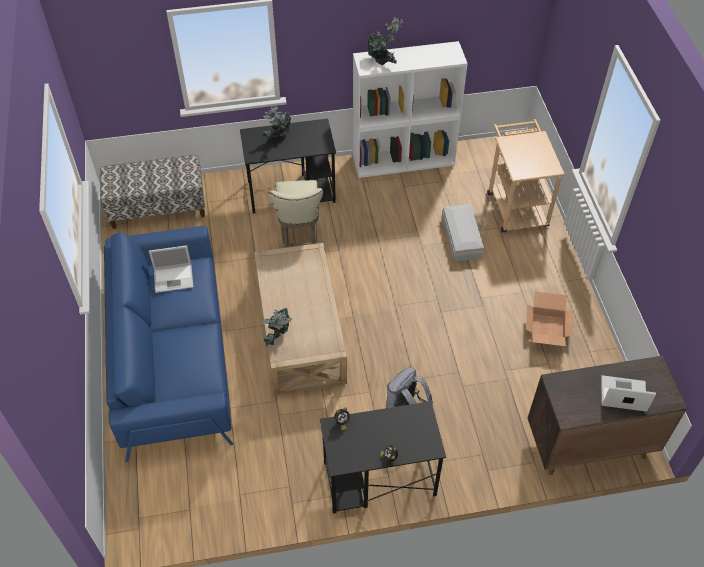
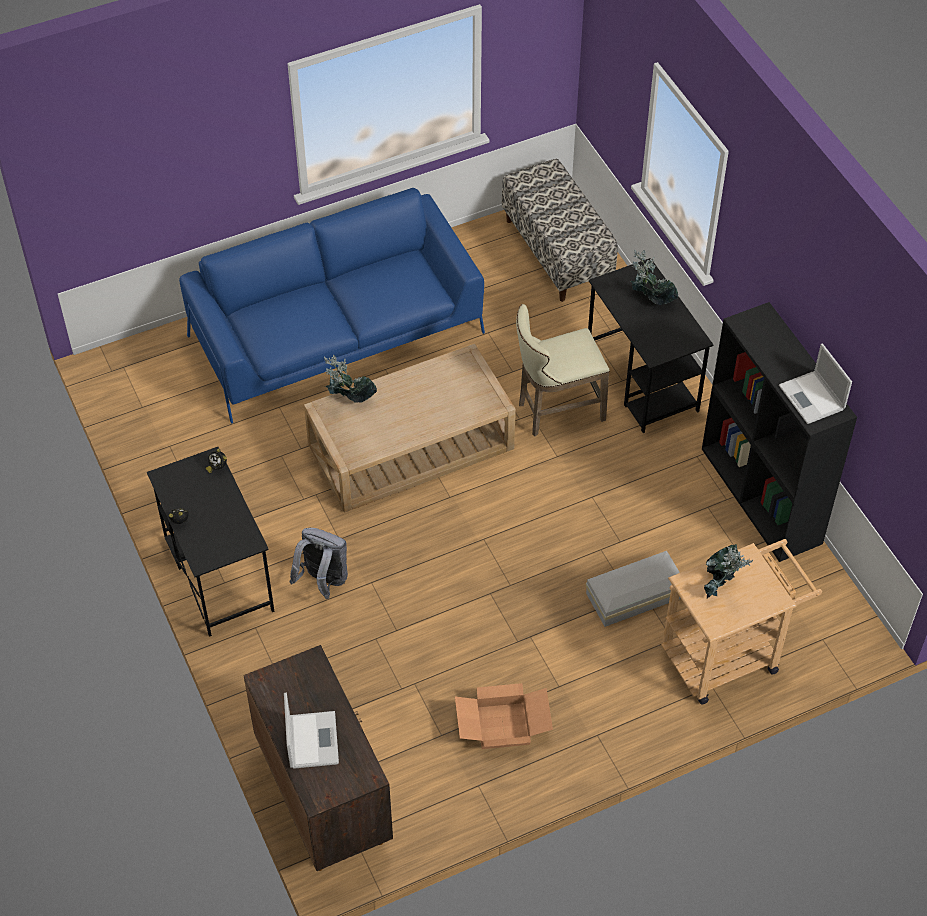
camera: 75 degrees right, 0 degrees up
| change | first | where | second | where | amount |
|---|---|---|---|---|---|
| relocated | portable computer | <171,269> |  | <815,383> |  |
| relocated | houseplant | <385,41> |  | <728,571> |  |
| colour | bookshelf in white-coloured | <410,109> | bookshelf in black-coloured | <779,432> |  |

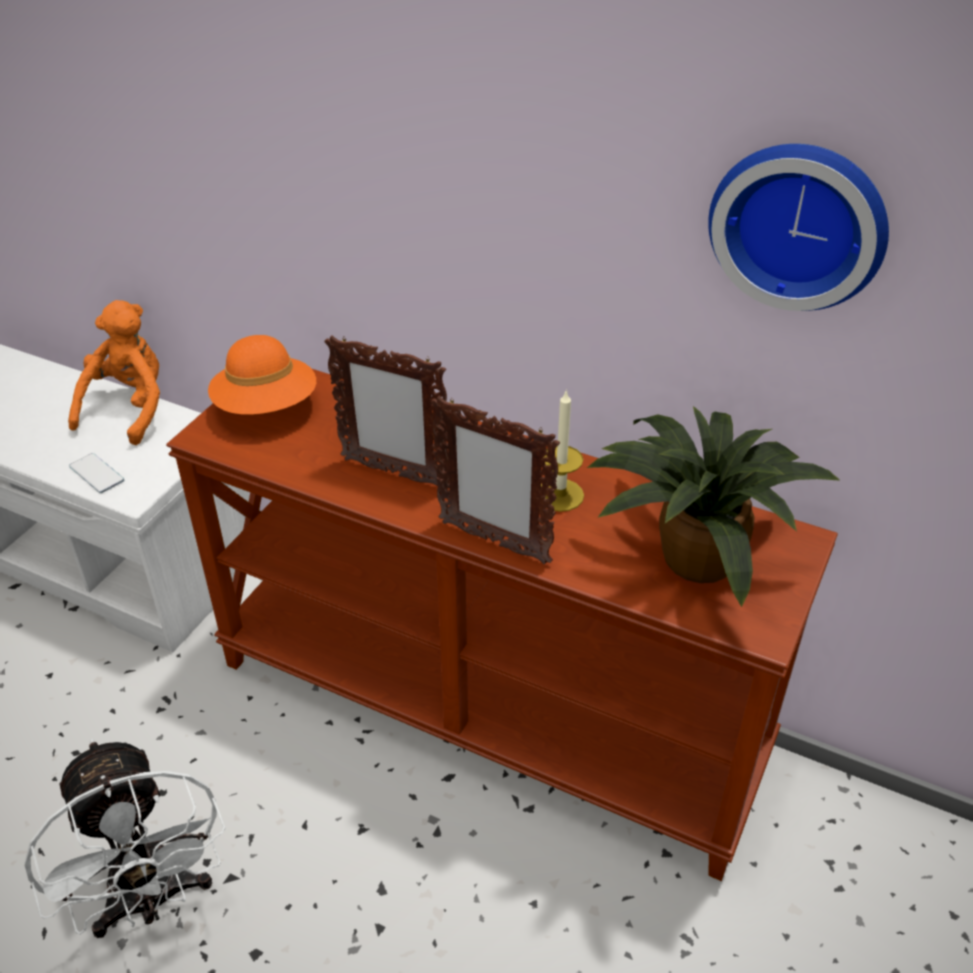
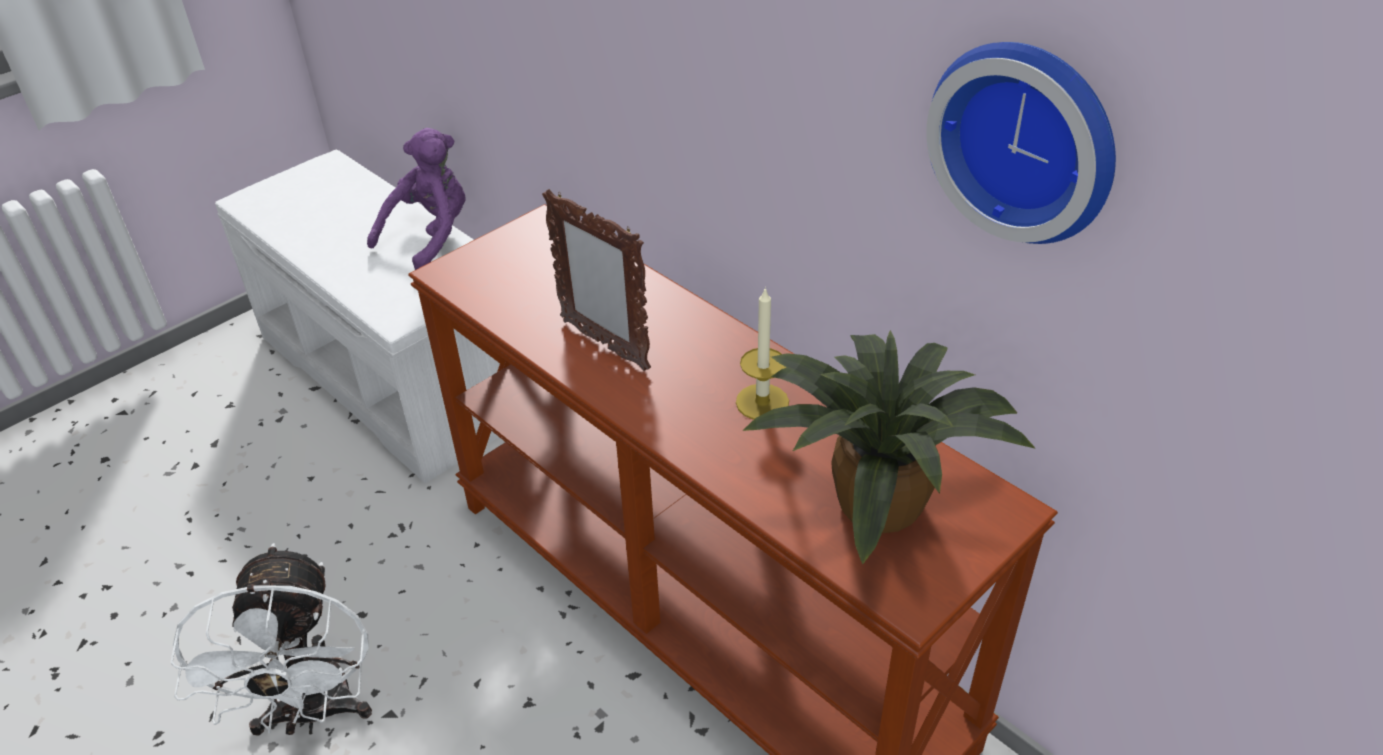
camera: 20 degrees right, 0 degrees up
| change | first | where | second | where | amount |
|---|---|---|---|---|---|
| missing | phone | <96,473> |  |  |  |
| missing | clothing hat in orange | <262,375> |  |  |  |
| missing | photo frame | <495,480> |  |  |  |
| colour | soft toy in orange | <114,372> | soft toy in purplish | <416,199> |  |

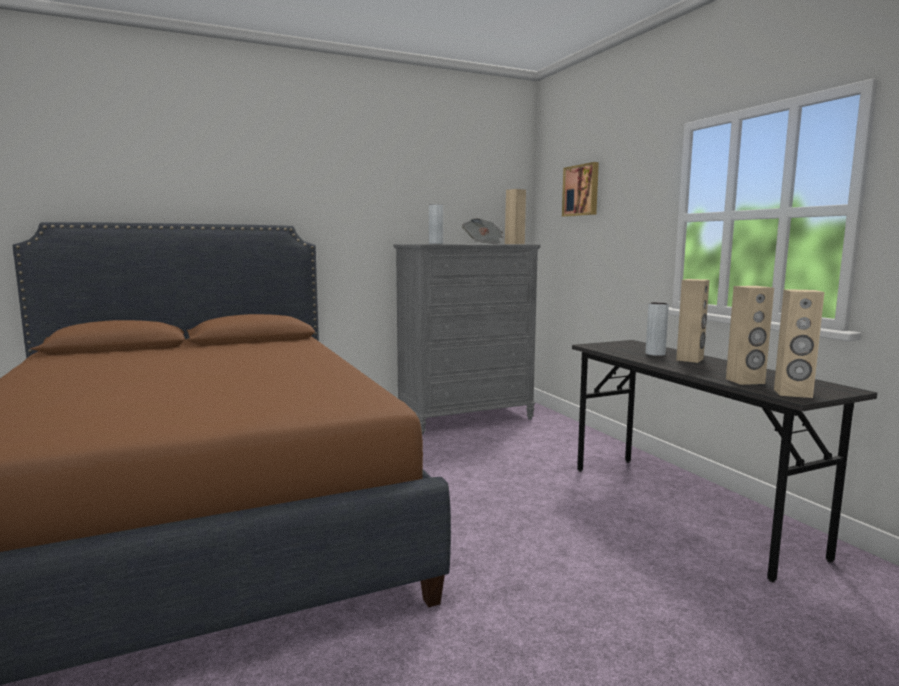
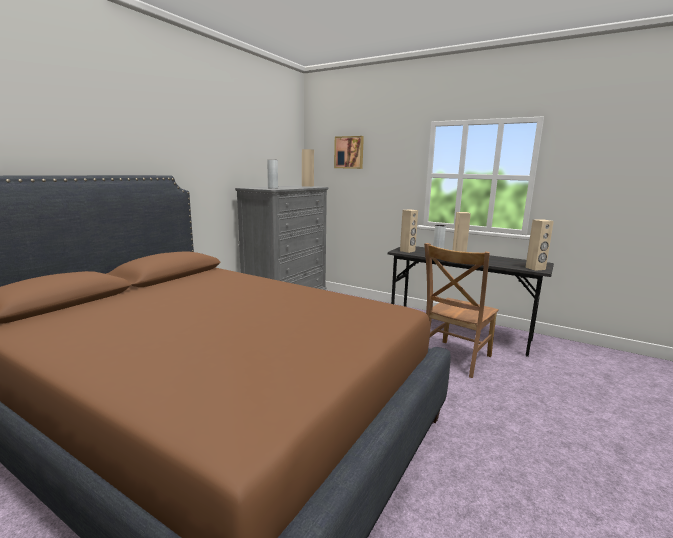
camera: 35 degrees left, 5 degrees up
| change | first | where | second | where | amount |
|---|---|---|---|---|---|
| missing | newspaper | <482,231> |  |  |  |
| appeared |  |  | chair in brownish | <461,310> |  |
| relocated | audio speaker in sand-coloured | <750,335> |  | <409,231> |  |

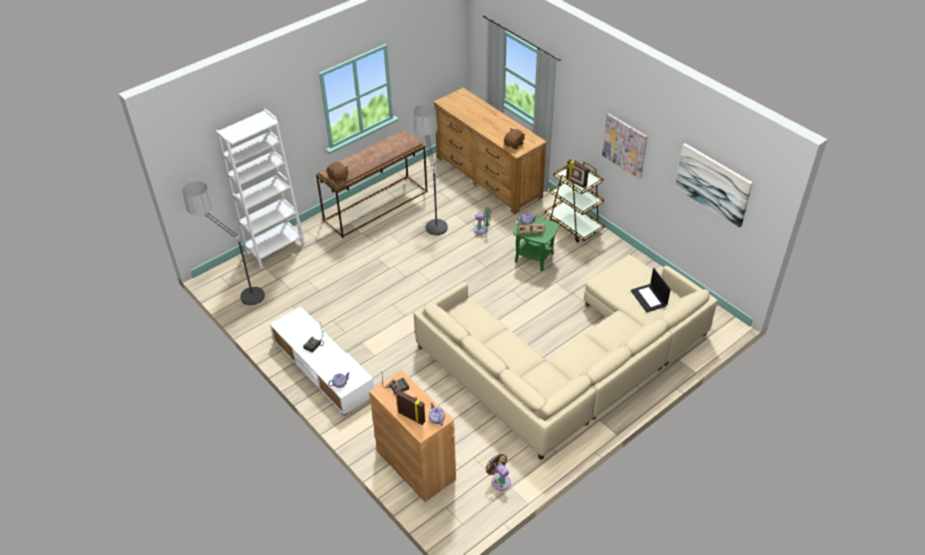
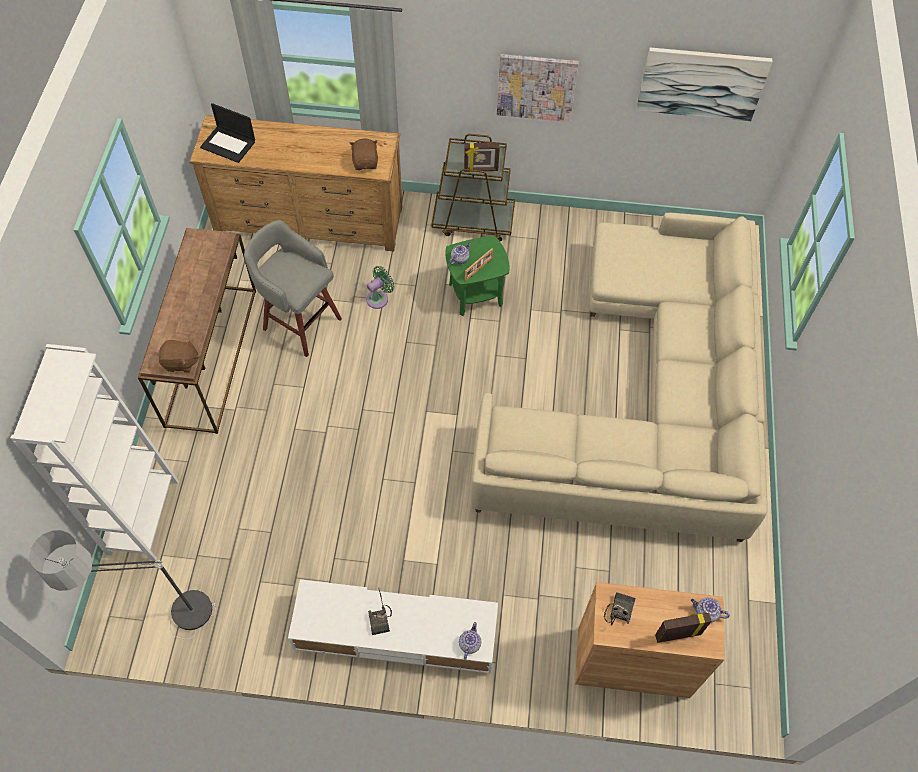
camera: 45 degrees left, 15 degrees up
| change | first | where | second | where | amount |
|---|---|---|---|---|---|
| missing | fan in brownish | <498,472> |  |  |  |
| relocated | portable computer | <651,290> |  | <227,133> |  |
| exchanged | floor lamp | <430,171> | stool in greyish | <293,288> |  |

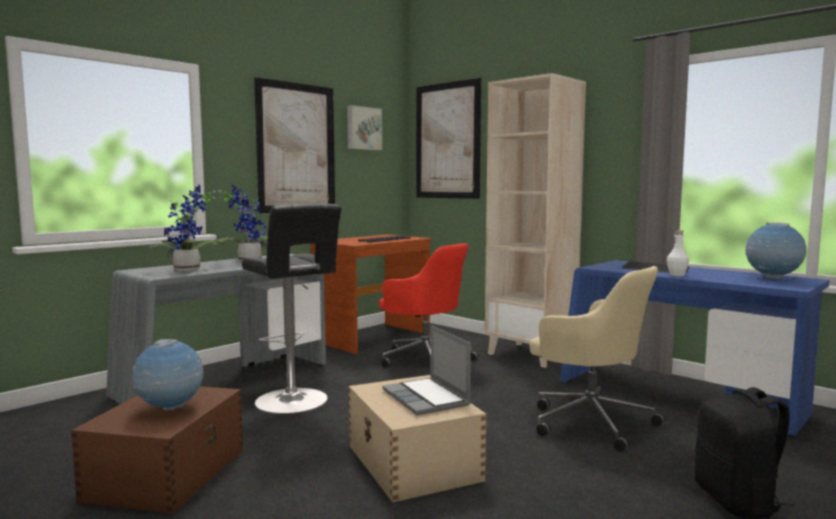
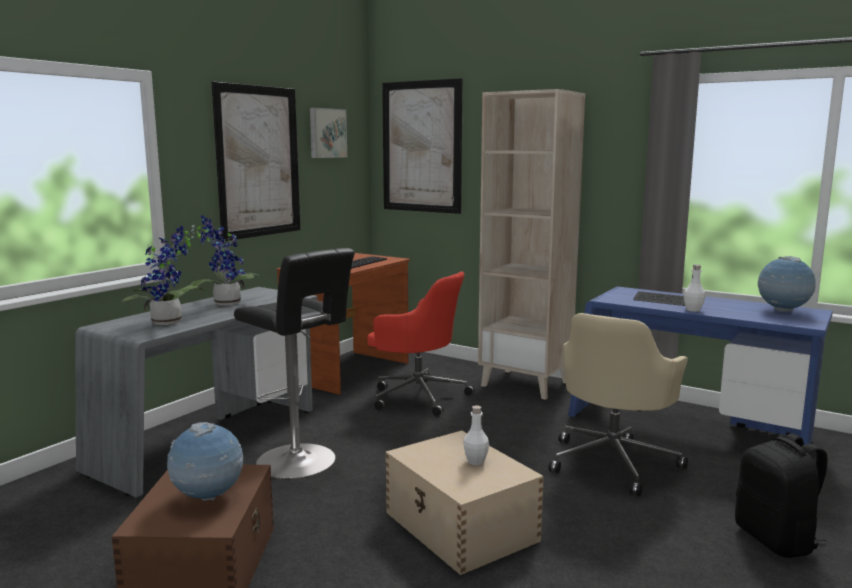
camera: 10 degrees left, 5 degrees up
| change | first | where | second | where | amount |
|---|---|---|---|---|---|
| exchanged | portable computer | <426,370> | drink bottle in white-coloured | <476,435> |  |
| spun | computer chair in sand-coloured | <597,359> |  | <618,404> | 90 degrees clockwise |

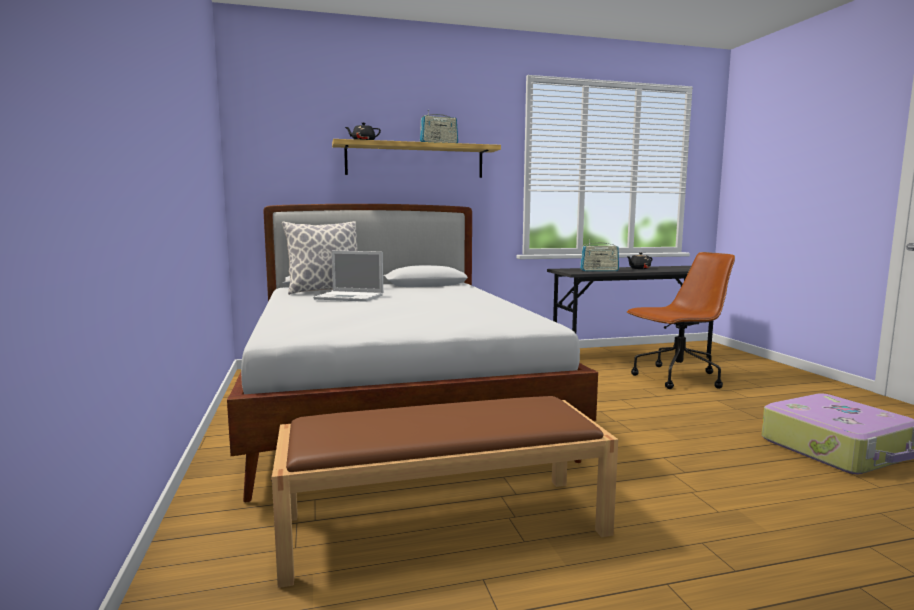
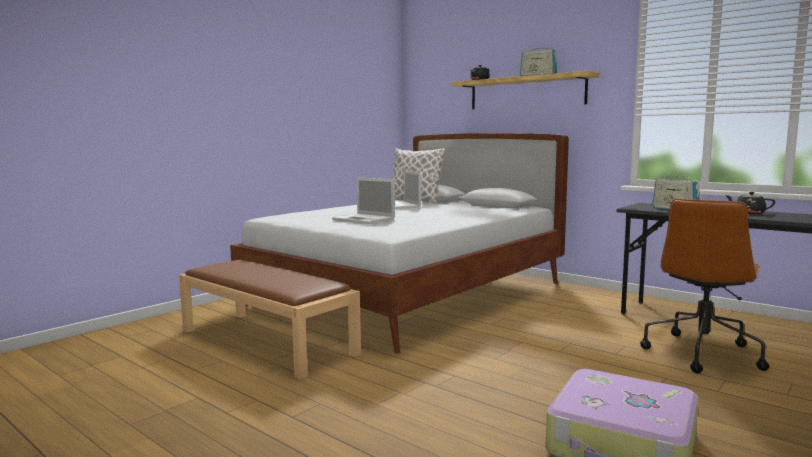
camera: 55 degrees right, 0 degrees up
| change | first | where | second | where | amount |
|---|---|---|---|---|---|
| appeared |  |  | portable computer | <363,200> |  |
| spun | computer chair in brownish | <680,320> |  | <704,286> | 90 degrees clockwise |

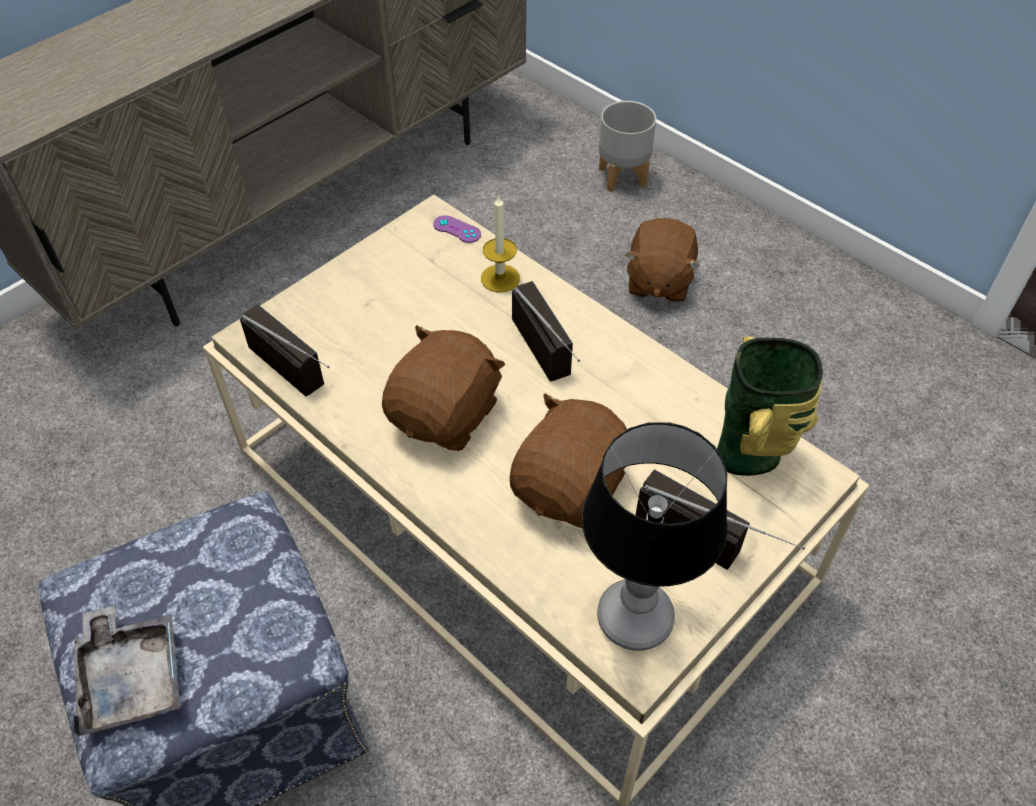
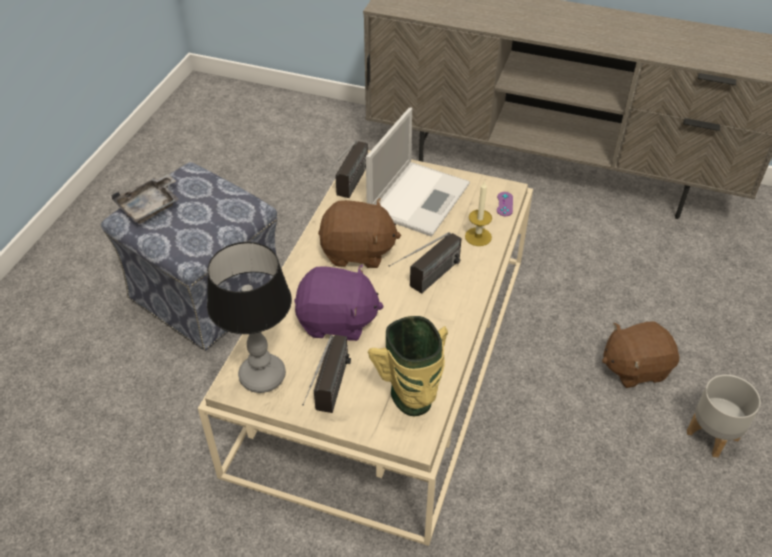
camera: 65 degrees right, 5 degrees down
| change | first | where | second | where | amount |
|---|---|---|---|---|---|
| appeared |  |  | portable computer | <418,172> |  |
| relocated | plant pot in greyish | <627,146> |  | <724,415> |  |
| colour | soft toy in brownish | <568,460> | soft toy in purplish | <339,302> |  |

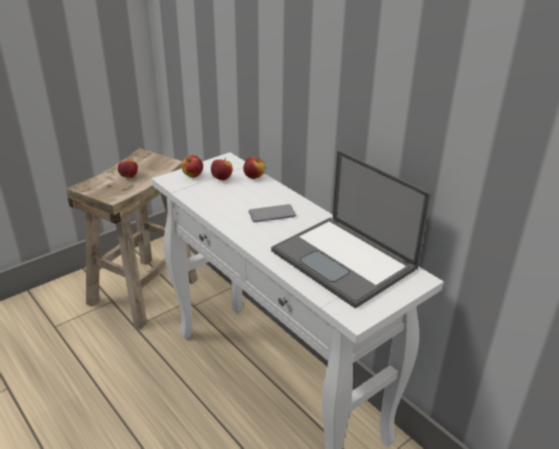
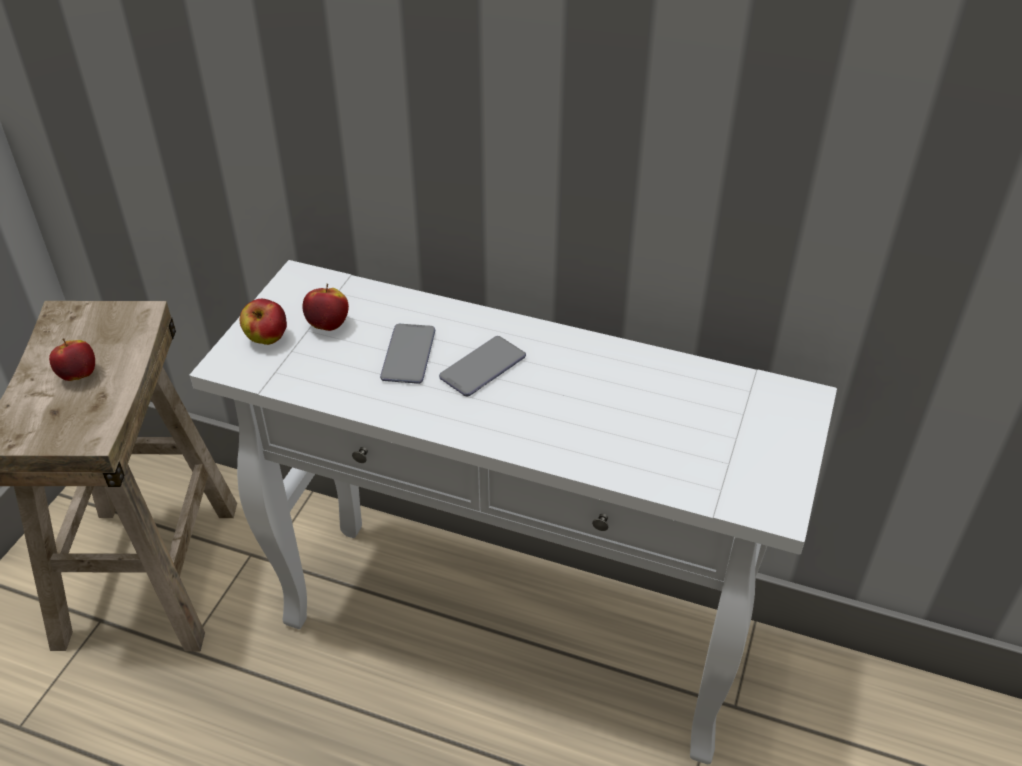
camera: 30 degrees left, 10 degrees up
| change | first | where | second | where | amount |
|---|---|---|---|---|---|
| missing | apple fruit | <254,168> |  |  |  |
| missing | portable computer | <351,229> |  |  |  |
| appeared |  |  | phone | <408,354> |  |

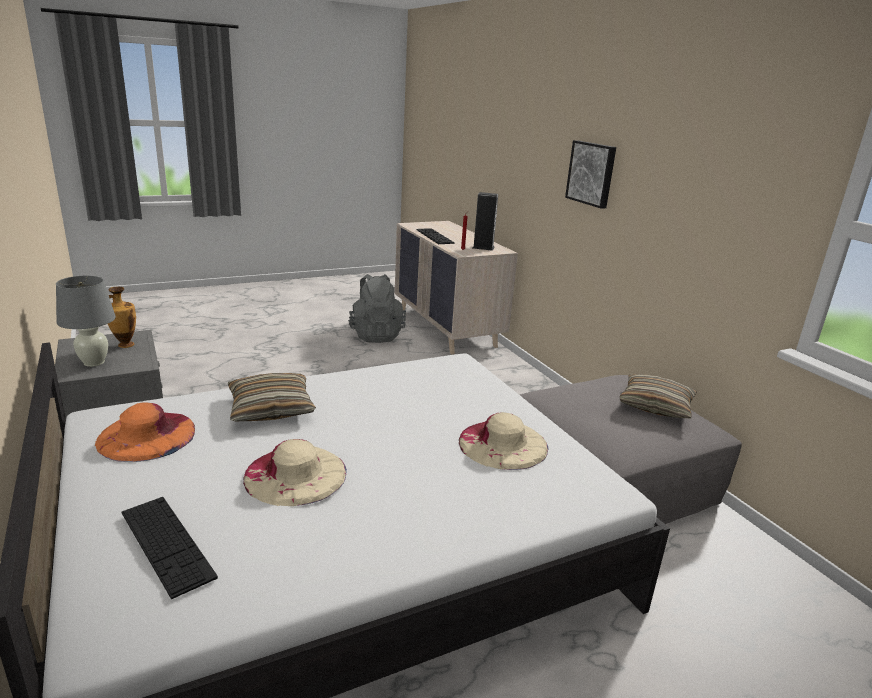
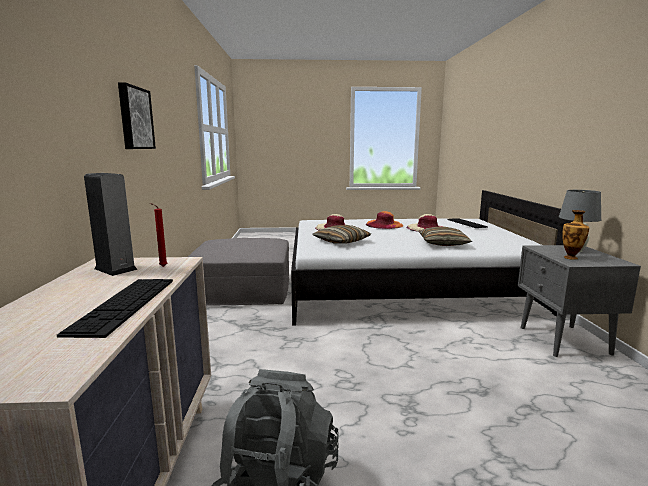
camera: 155 degrees left, 10 degrees down
| change | first | where | second | where | amount |
|---|---|---|---|---|---|
| relocated | clothing hat in orange | <145,432> |  | <384,220> |  |
| relocated | throw pillow | <658,396> |  | <341,234> |  |

